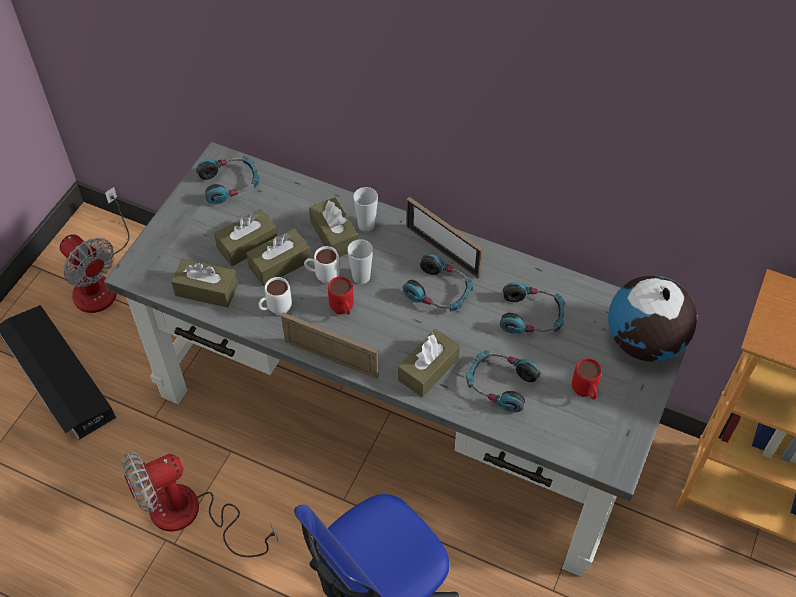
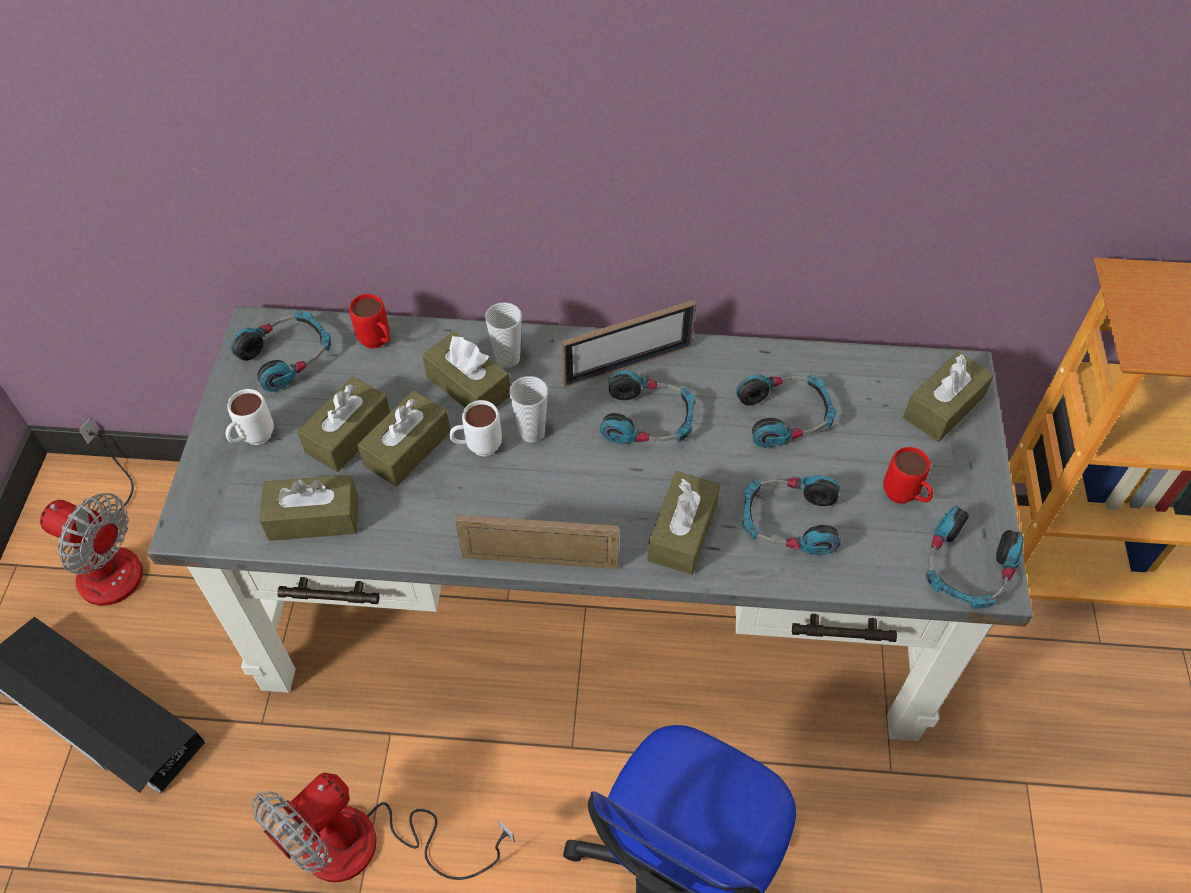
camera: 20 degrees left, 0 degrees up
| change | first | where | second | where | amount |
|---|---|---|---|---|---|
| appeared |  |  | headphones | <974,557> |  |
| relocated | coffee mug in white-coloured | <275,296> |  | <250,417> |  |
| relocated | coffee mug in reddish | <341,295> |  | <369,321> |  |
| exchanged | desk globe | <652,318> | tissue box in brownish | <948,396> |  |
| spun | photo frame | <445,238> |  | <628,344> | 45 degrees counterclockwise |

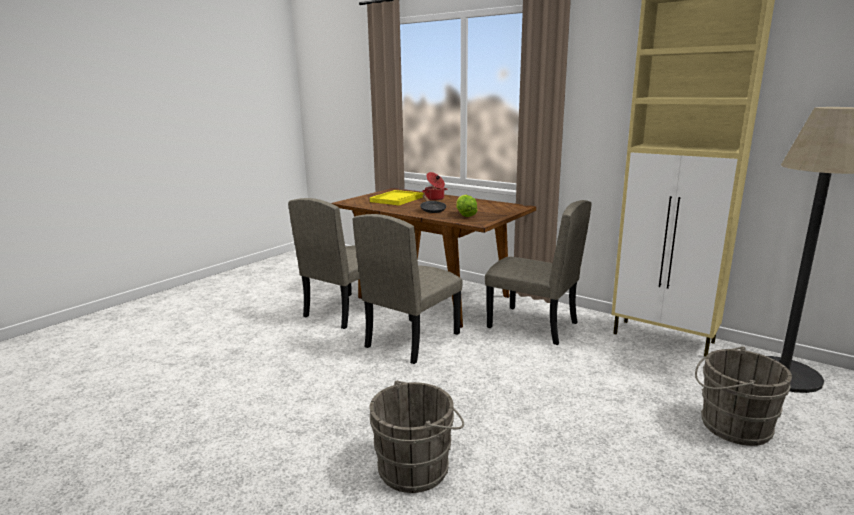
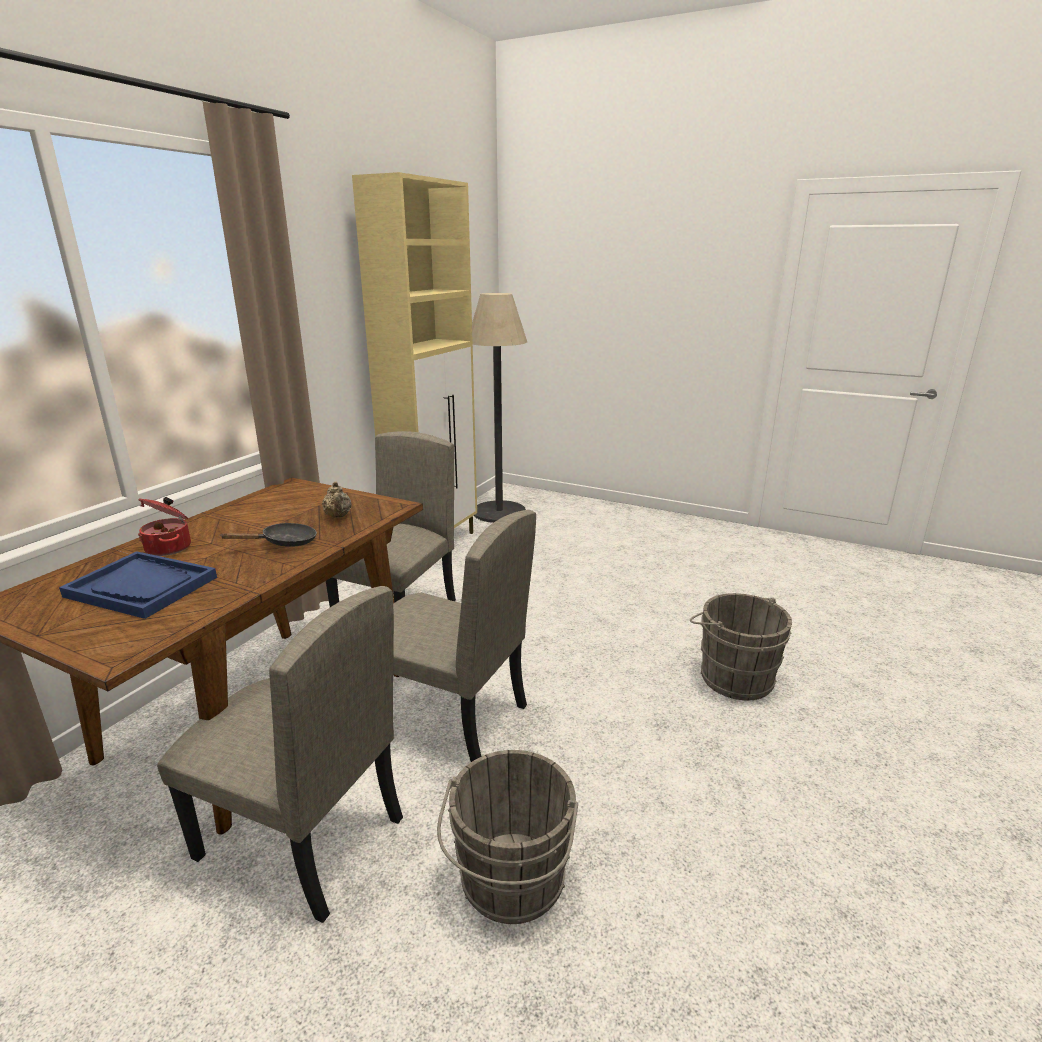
camera: 100 degrees left, 5 degrees up
| change | first | where | second | where | amount |
|---|---|---|---|---|---|
| relocated | water bucket in greyish | <743,396> |  | <507,837> |  |
| exchanged | head of lettuce | <467,206> | tea pot in sand-coloured | <337,500> |  |
| colour | serving tray in yellowish | <396,197> | serving tray in bluish | <138,585> |  |

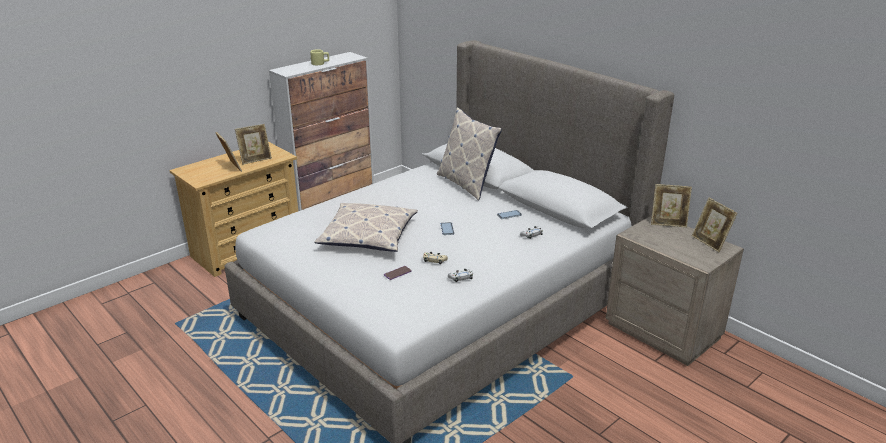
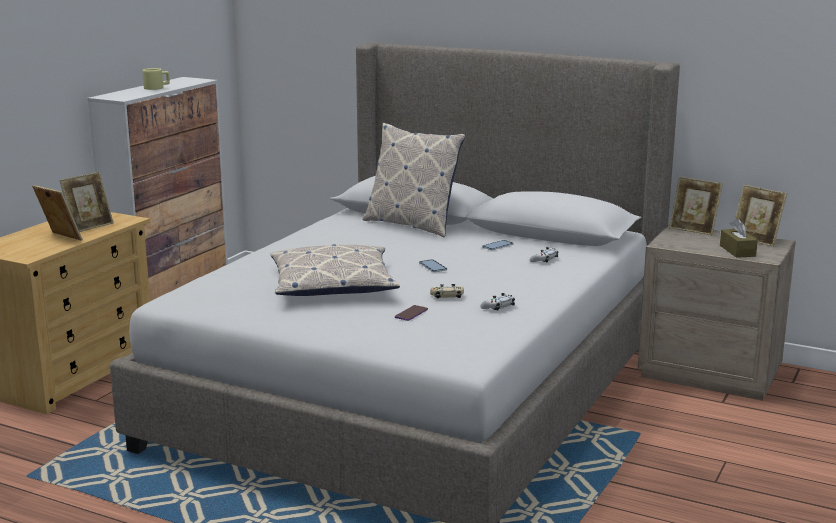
camera: 20 degrees left, 10 degrees down
| change | first | where | second | where | amount |
|---|---|---|---|---|---|
| appeared |  |  | tissue box in brownish | <739,238> |  |
| spun | photo frame | <671,205> |  | <696,205> | 45 degrees clockwise |

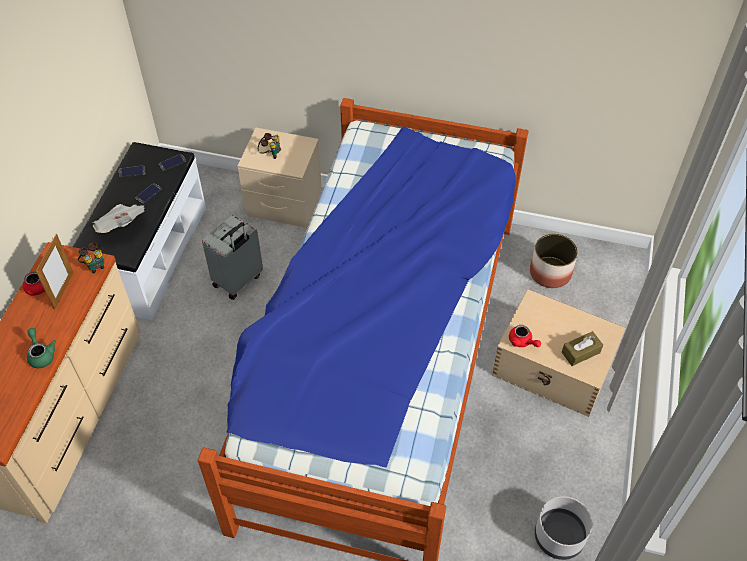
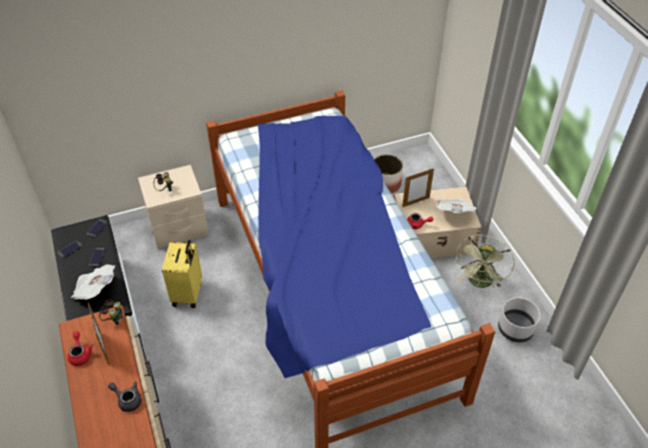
camera: 35 degrees left, 5 degrees down
| change | first | where | second | where | amount |
|---|---|---|---|---|---|
| appeared |  |  | photo frame | <418,187> |  |
| appeared |  |  | fan in greenish | <484,261> |  |
| exchanged | tissue box in brownish | <582,348> | newspaper | <456,205> |  |
| colour | tea pot in greenish | <41,348> | tea pot in greyish | <124,397> |  |
| colour | travel case in greyish | <232,257> | travel case in yellowish | <182,274> |  |

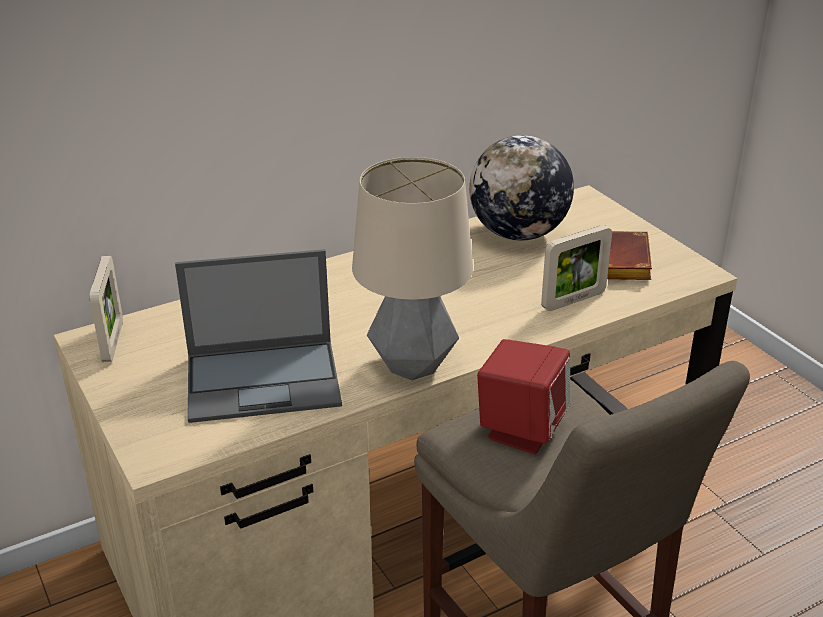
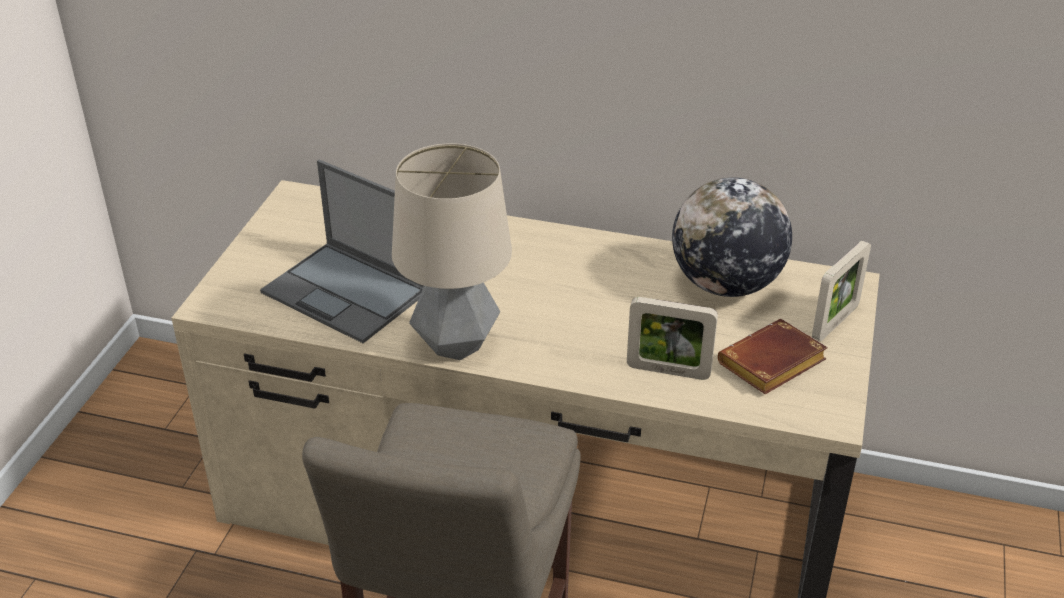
camera: 45 degrees right, 5 degrees up
| change | first | where | second | where | amount |
|---|---|---|---|---|---|
| missing | audio speaker in reddish | <523,396> |  |  |  |
| relocated | photo frame | <106,309> |  | <841,291> |  |

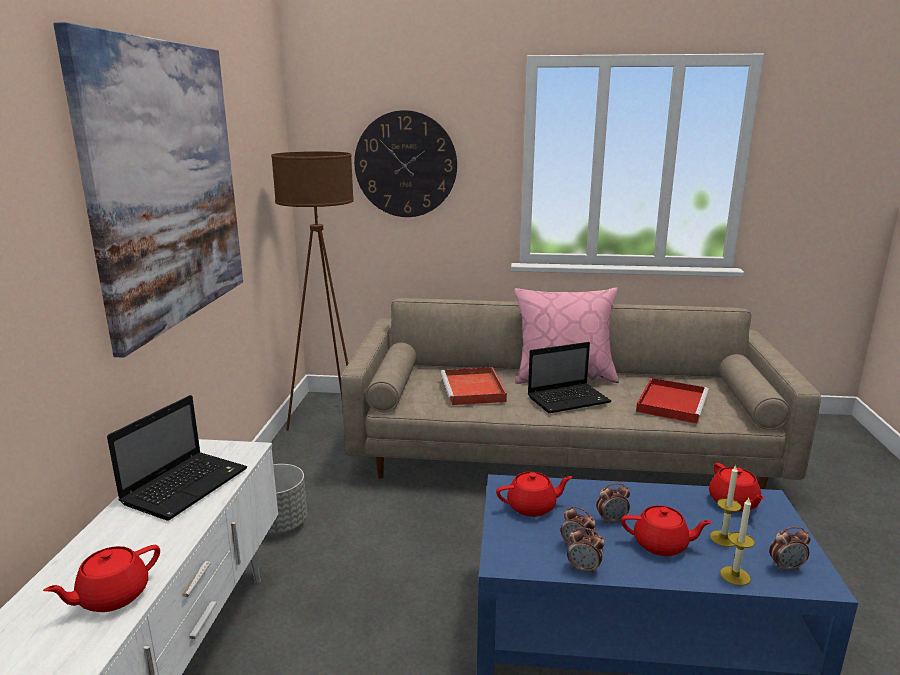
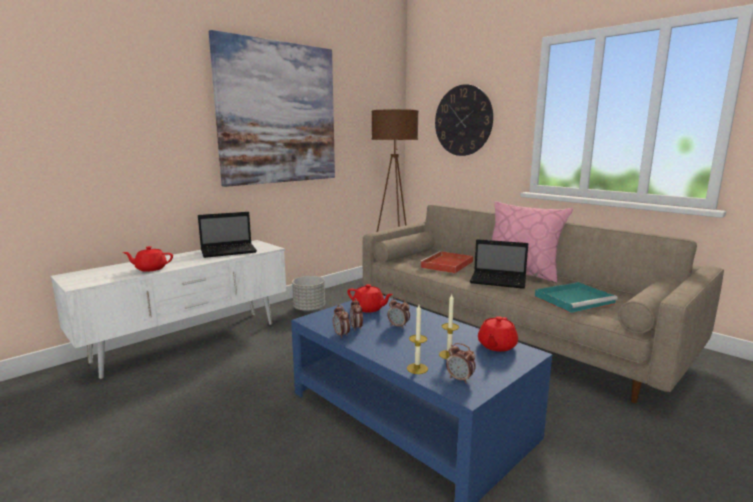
camera: 40 degrees right, 5 degrees down
| change | first | where | second | where | amount |
|---|---|---|---|---|---|
| missing | tea pot in reddish | <666,530> |  |  |  |
| colour | serving tray in reddish | <672,401> | serving tray in turquoise-coloured | <576,297> |  |

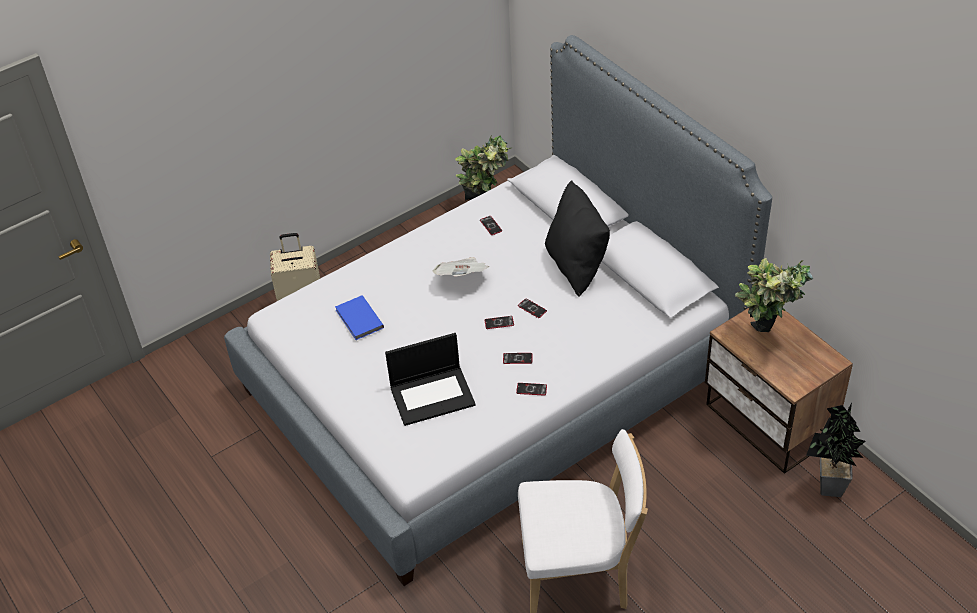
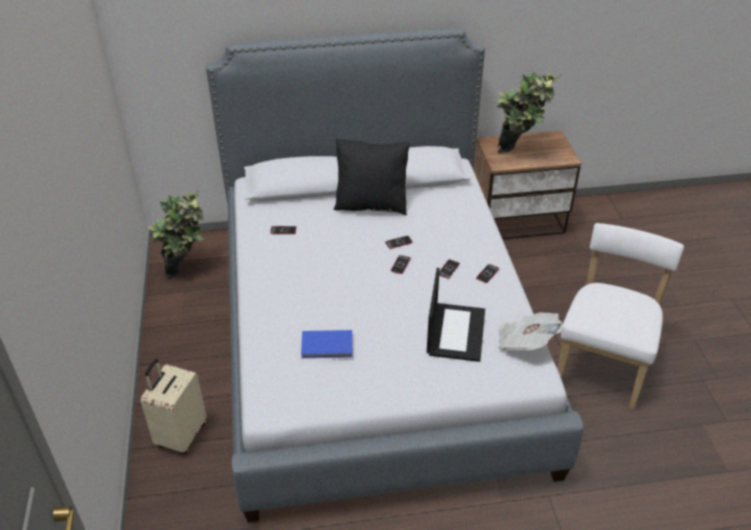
camera: 65 degrees left, 5 degrees down
| change | first | where | second | where | amount |
|---|---|---|---|---|---|
| missing | houseplant | <836,450> |  |  |  |
| relocated | newspaper | <460,267> |  | <530,331> |  |

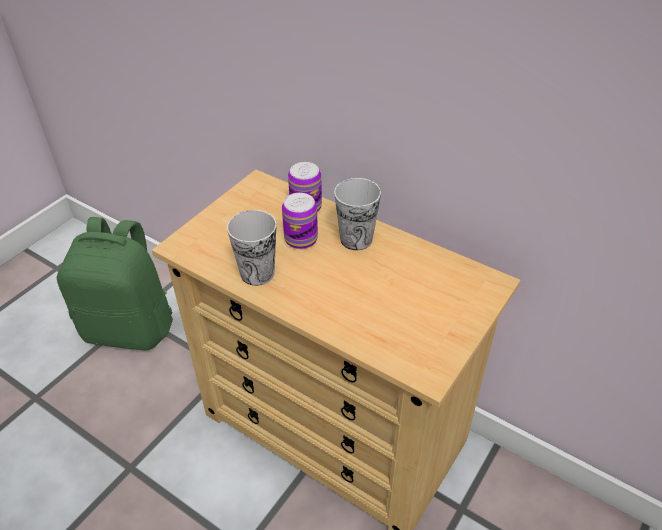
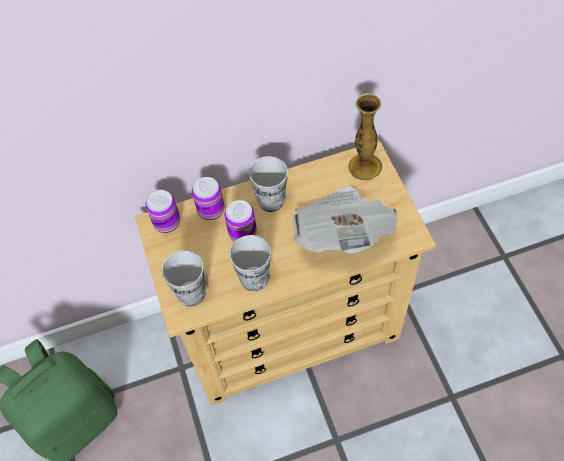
camera: 50 degrees left, 15 degrees up
| change | first | where | second | where | amount |
|---|---|---|---|---|---|
| appeared |  |  | can | <163,211> |  |
| appeared |  |  | cup | <184,278> |  |
| appeared |  |  | newspaper | <345,220> |  |
| appeared |  |  | vase | <365,137> |  |

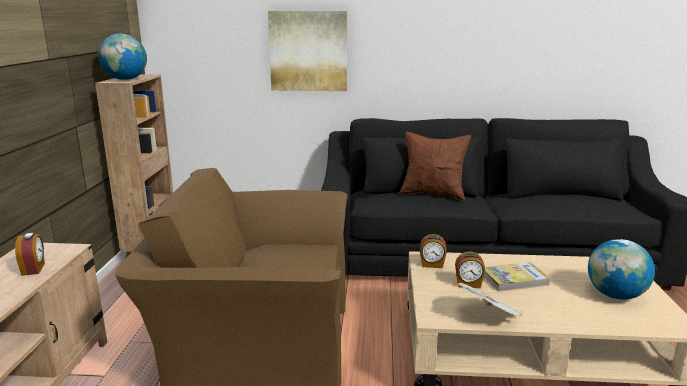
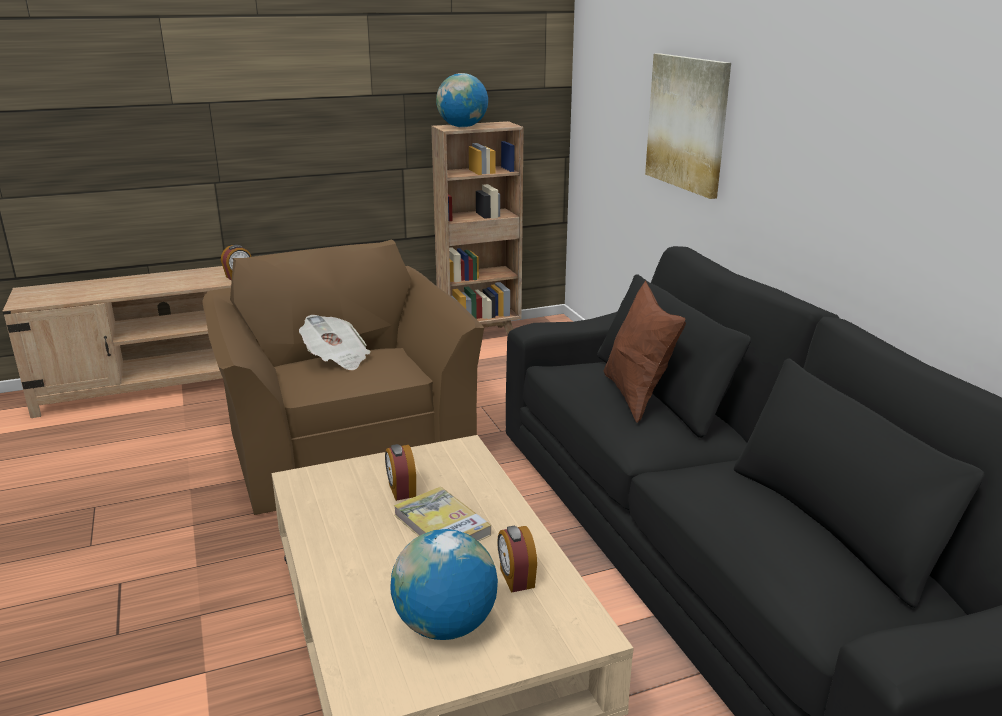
camera: 65 degrees right, 5 degrees up
| change | first | where | second | where | amount |
|---|---|---|---|---|---|
| relocated | alarm clock | <433,251> |  | <517,559> |  |
| relocated | newspaper | <491,299> |  | <334,342> |  |

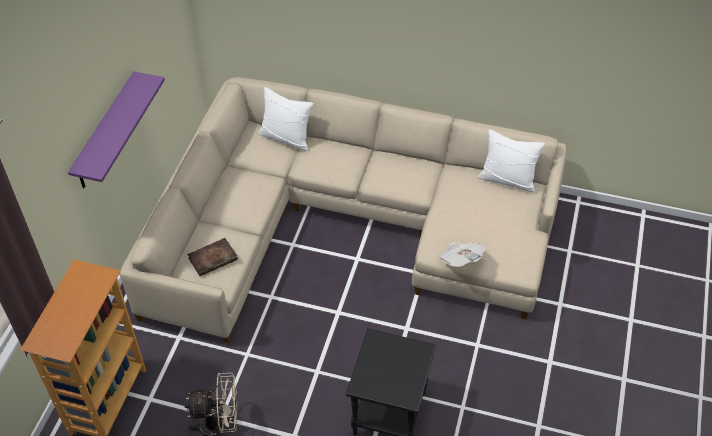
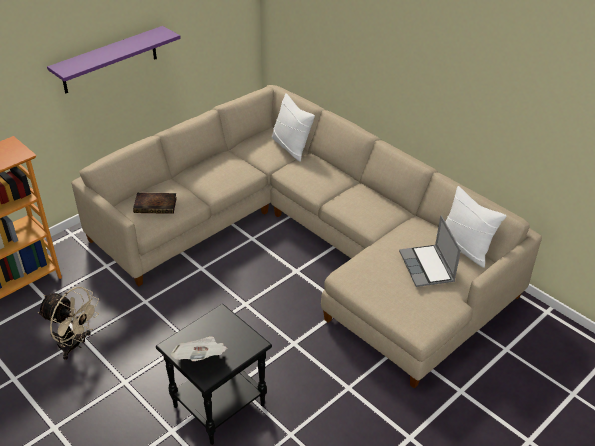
camera: 30 degrees right, 10 degrees down
| change | first | where | second | where | amount |
|---|---|---|---|---|---|
| appeared |  |  | portable computer | <430,251> |  |
| relocated | newspaper | <462,254> |  | <199,348> |  |

